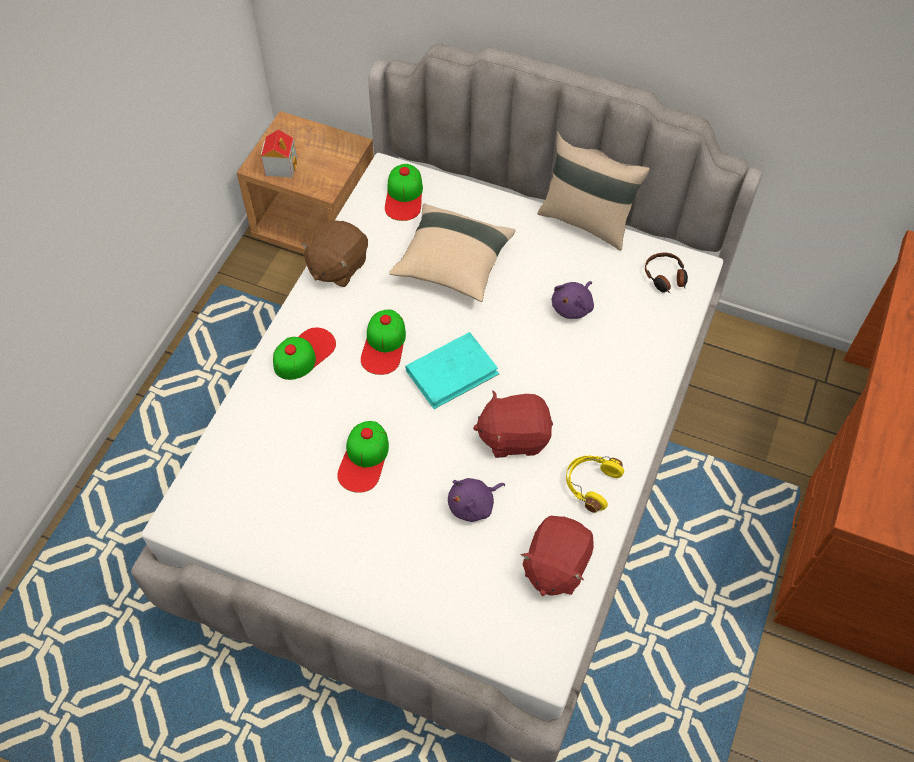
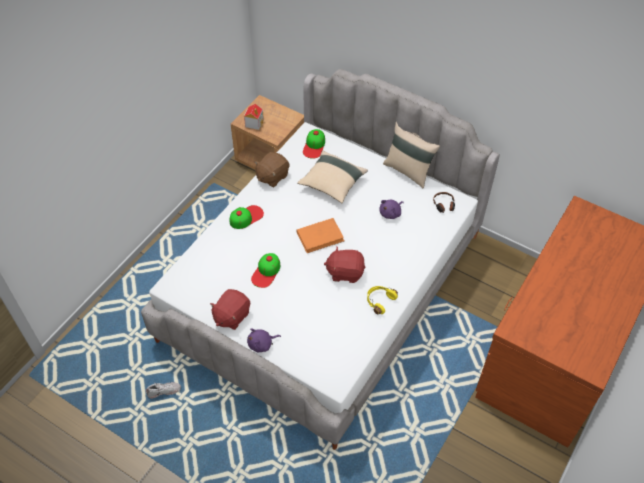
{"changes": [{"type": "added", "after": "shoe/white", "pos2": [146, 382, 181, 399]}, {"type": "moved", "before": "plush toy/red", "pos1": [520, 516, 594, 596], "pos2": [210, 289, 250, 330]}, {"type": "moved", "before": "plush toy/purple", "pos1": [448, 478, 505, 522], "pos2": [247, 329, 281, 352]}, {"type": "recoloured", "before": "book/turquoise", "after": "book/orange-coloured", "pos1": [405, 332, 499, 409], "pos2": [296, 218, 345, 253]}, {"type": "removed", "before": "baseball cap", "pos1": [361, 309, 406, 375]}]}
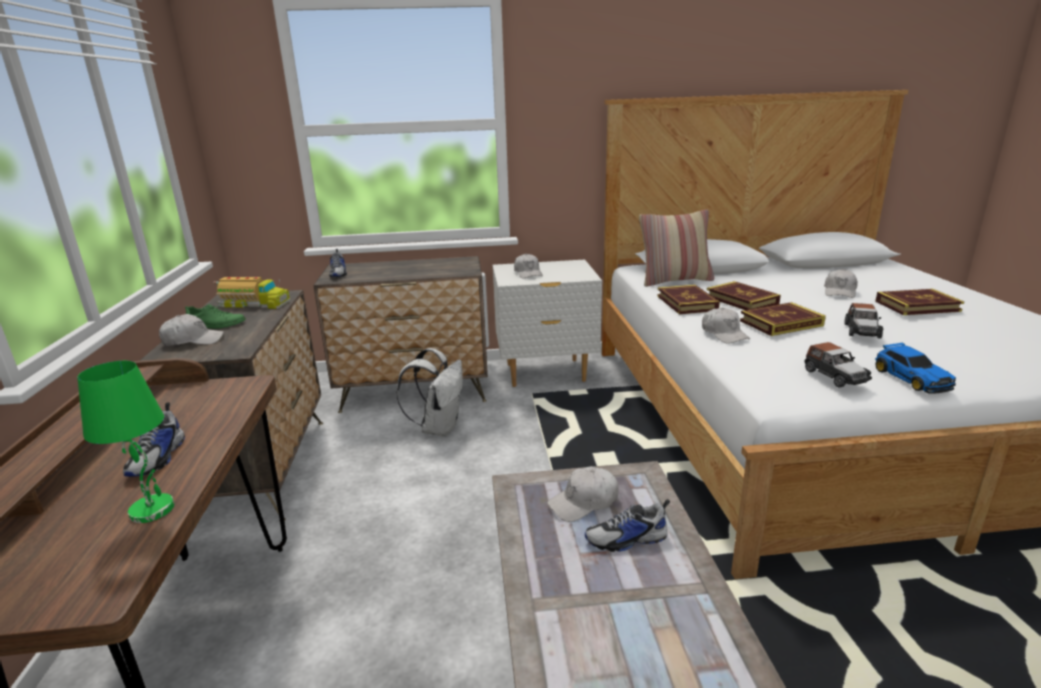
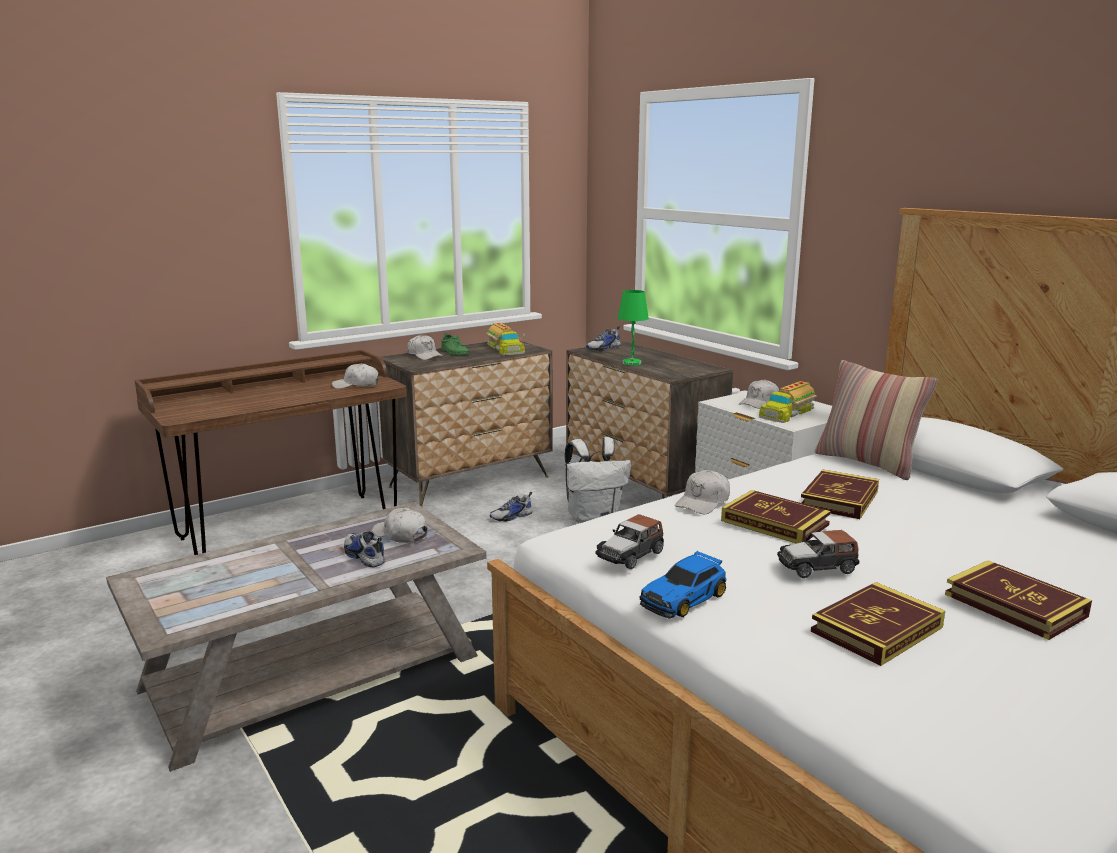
{"changes": [{"type": "moved", "before": "baseball cap/white", "pos1": [824, 269, 858, 298], "pos2": [332, 363, 378, 389]}, {"type": "moved", "before": "shoe", "pos1": [123, 402, 185, 477], "pos2": [490, 492, 533, 522]}, {"type": "moved", "before": "lamp for a table/green-coloured", "pos1": [77, 361, 174, 523], "pos2": [618, 290, 649, 366]}, {"type": "added", "after": "model truck", "pos2": [759, 381, 817, 423]}, {"type": "moved", "before": "book", "pos1": [657, 285, 720, 314], "pos2": [811, 582, 945, 666]}]}
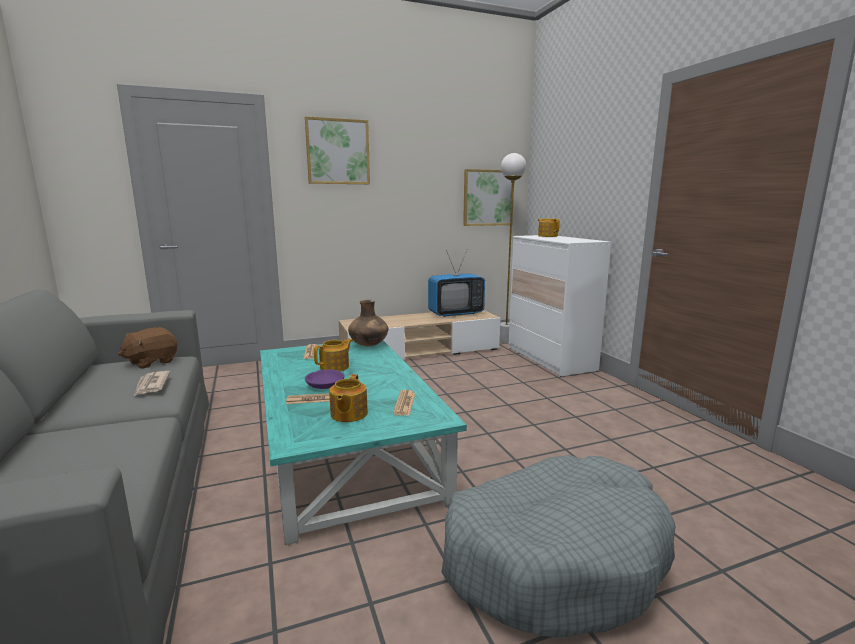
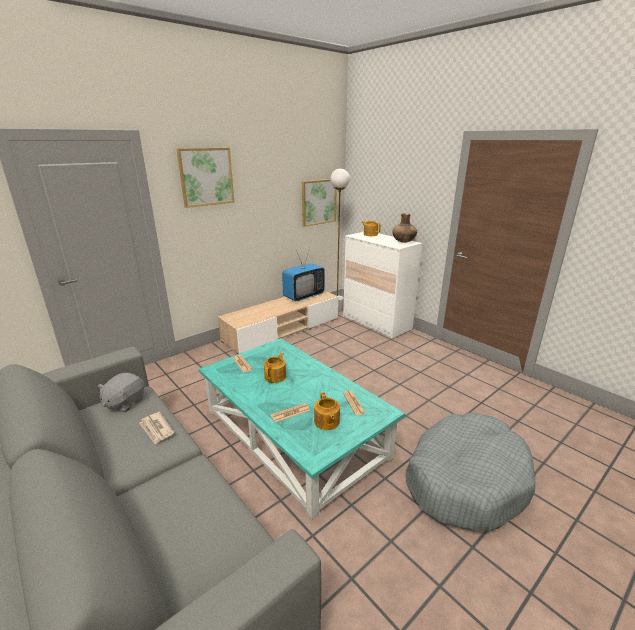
{"changes": [{"type": "recoloured", "before": "plush toy/brown", "after": "plush toy/greyish", "pos1": [118, 327, 177, 369], "pos2": [97, 373, 144, 412]}, {"type": "moved", "before": "flower vase/brown", "pos1": [348, 300, 388, 346], "pos2": [392, 213, 417, 243]}, {"type": "removed", "before": "bowl/purple", "pos1": [305, 370, 344, 389]}]}
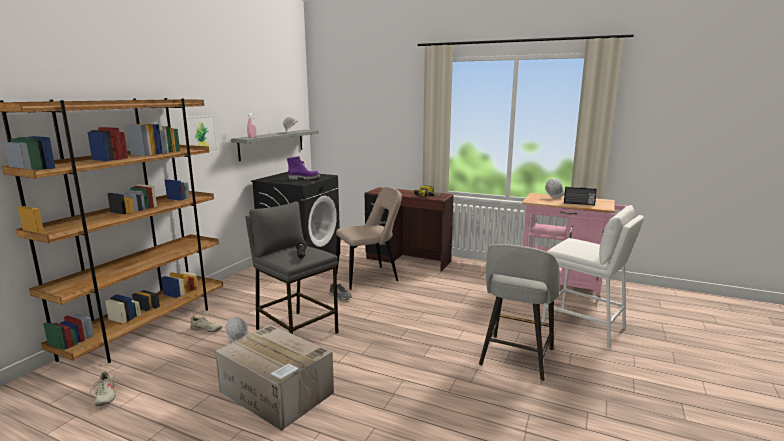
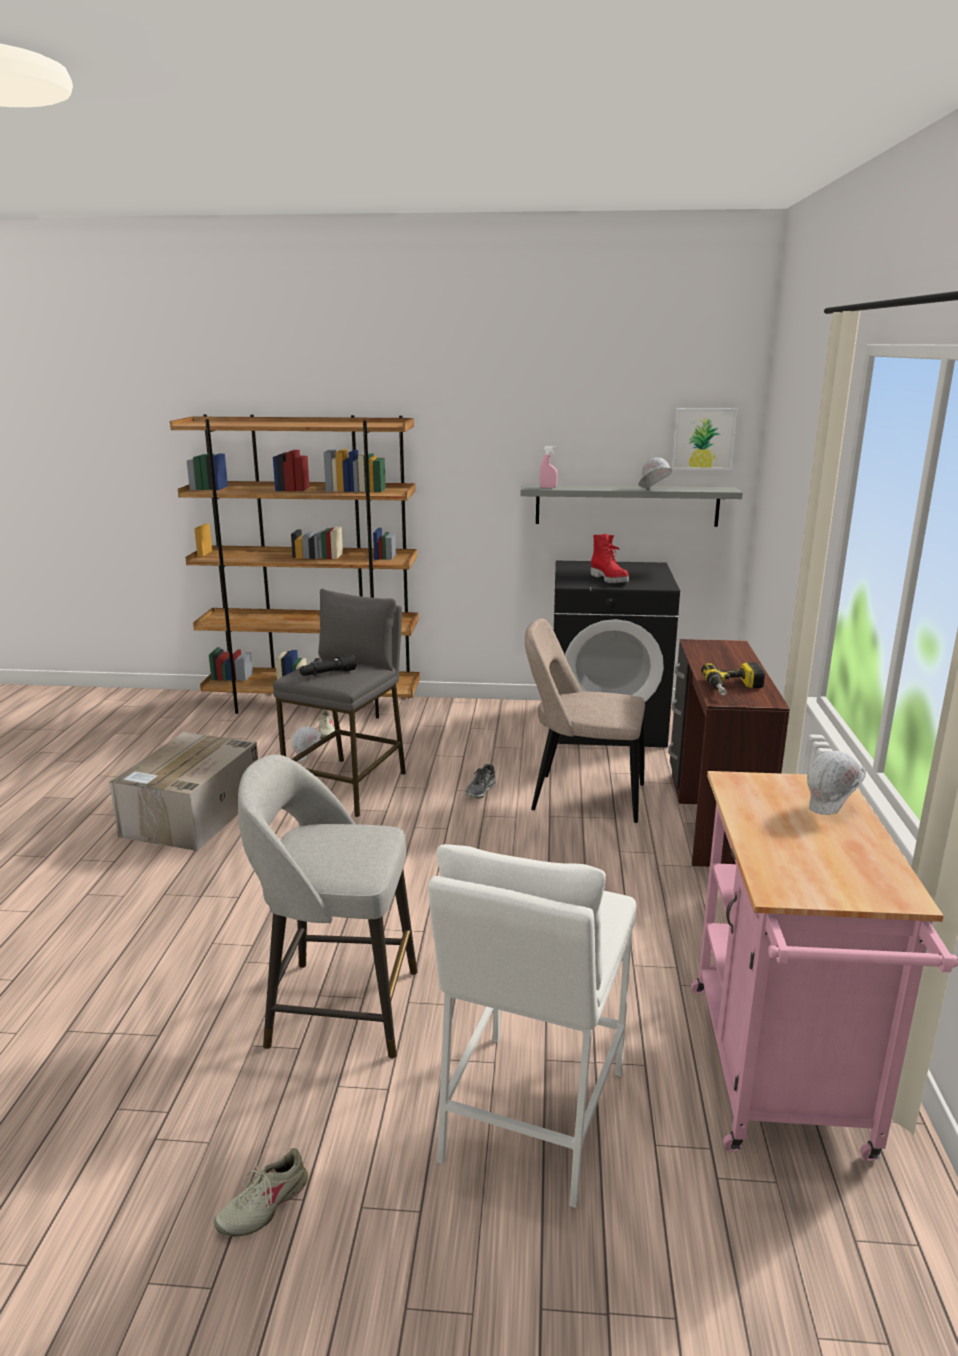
{"changes": [{"type": "moved", "before": "shoe/sand-coloured", "pos1": [88, 371, 118, 406], "pos2": [213, 1148, 308, 1237]}, {"type": "turned", "before": "plain chair/sand-coloured", "pos1": [336, 187, 402, 290], "pos2": [525, 619, 645, 823], "turn": 150}, {"type": "recoloured", "before": "high-top boot/purple", "after": "high-top boot/red", "pos1": [287, 156, 320, 180], "pos2": [591, 534, 629, 583]}, {"type": "moved", "before": "picture", "pos1": [183, 115, 218, 156], "pos2": [672, 408, 737, 470]}, {"type": "removed", "before": "radio", "pos1": [564, 186, 597, 205]}]}
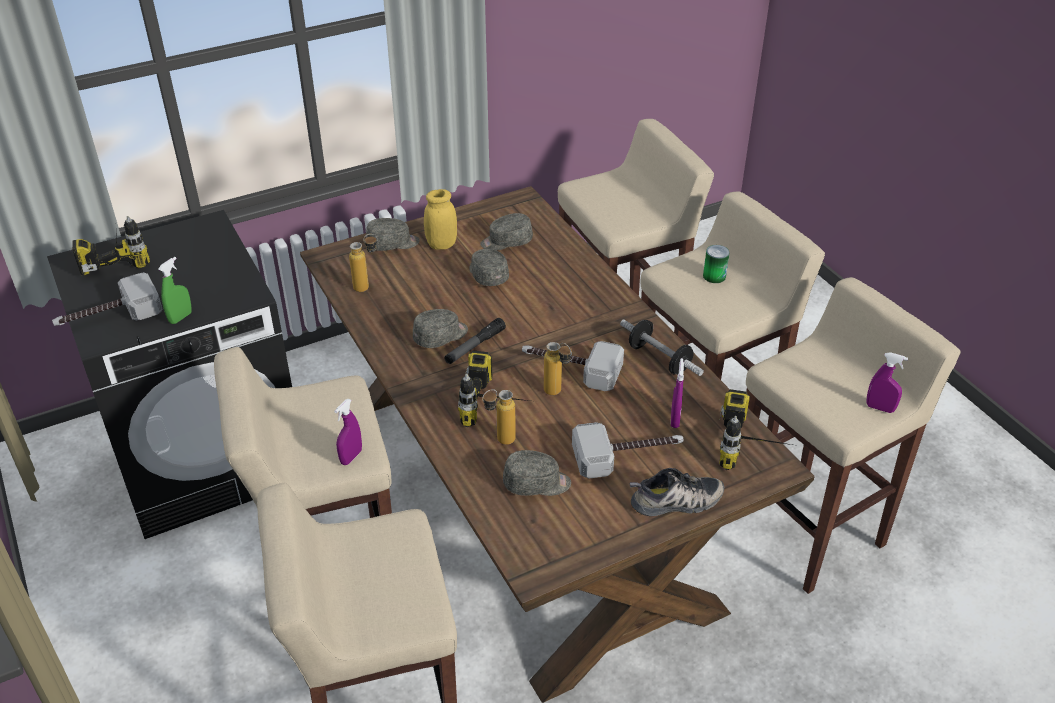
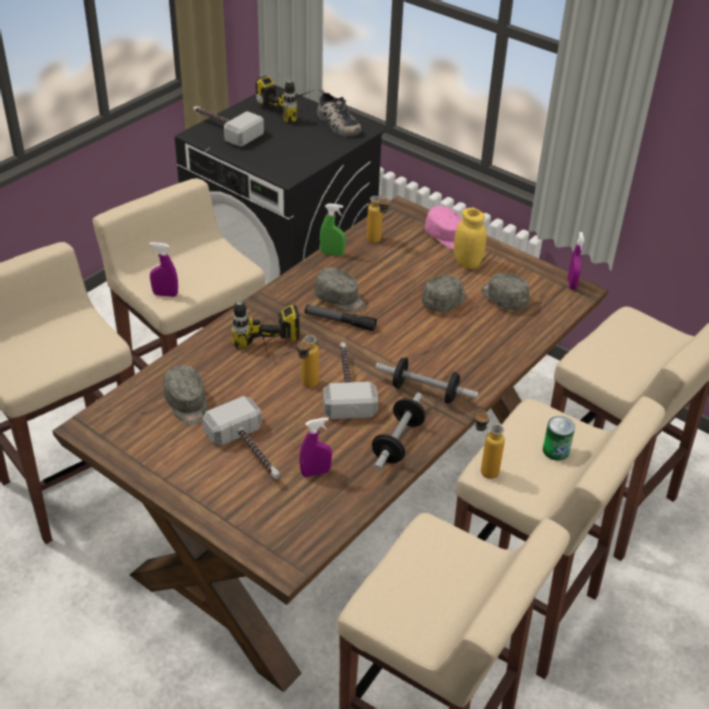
{"changes": [{"type": "moved", "before": "shoe", "pos1": [630, 468, 724, 516], "pos2": [317, 89, 361, 137]}, {"type": "moved", "before": "sprayer/green-coloured", "pos1": [158, 257, 192, 324], "pos2": [320, 203, 346, 256]}, {"type": "added", "after": "hand weight", "pos2": [375, 357, 478, 404]}, {"type": "recoloured", "before": "baseball cap/greyish", "after": "baseball cap/pinkish", "pos1": [366, 218, 420, 251], "pos2": [425, 206, 462, 250]}, {"type": "moved", "before": "beverage bottle", "pos1": [482, 389, 516, 445], "pos2": [475, 409, 505, 479]}, {"type": "moved", "before": "sprayer/purple", "pos1": [867, 352, 908, 413], "pos2": [568, 232, 584, 290]}, {"type": "removed", "before": "power drill", "pos1": [719, 389, 798, 470]}]}
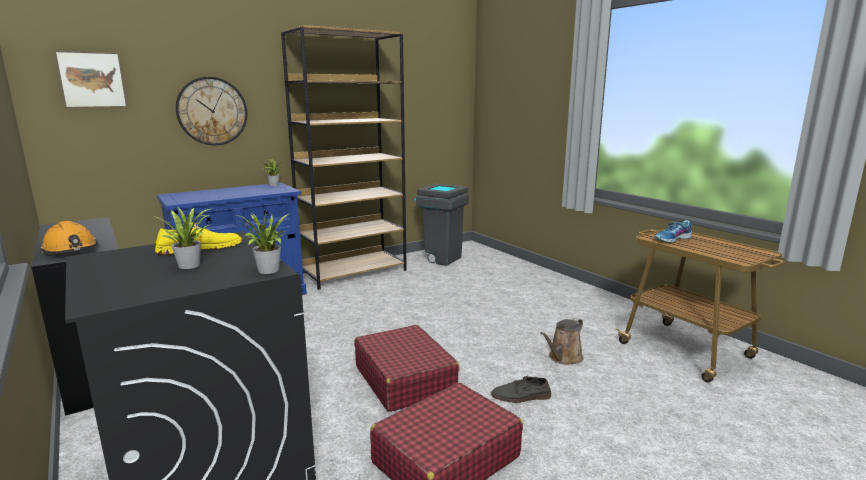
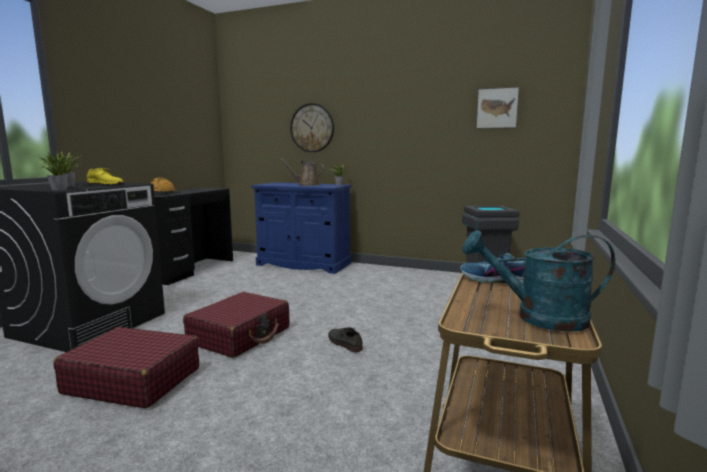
{"changes": [{"type": "moved", "before": "sprinkling can/brown", "pos1": [540, 318, 584, 365], "pos2": [280, 158, 325, 186]}, {"type": "moved", "before": "shoe/greyish", "pos1": [491, 375, 551, 403], "pos2": [328, 327, 363, 352]}, {"type": "added", "after": "sprinkling can/turquoise", "pos2": [462, 230, 615, 332]}, {"type": "moved", "before": "picture", "pos1": [55, 51, 127, 108], "pos2": [476, 86, 520, 129]}, {"type": "removed", "before": "bookshelf/brown", "pos1": [281, 25, 407, 290]}]}
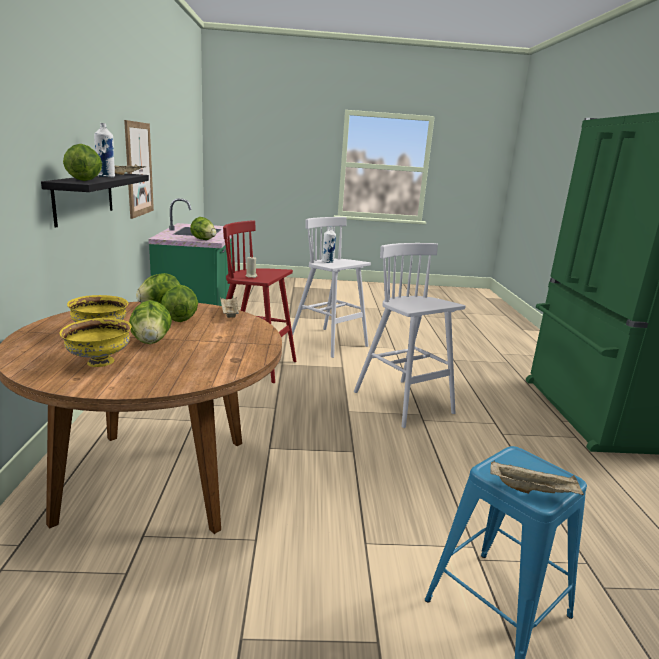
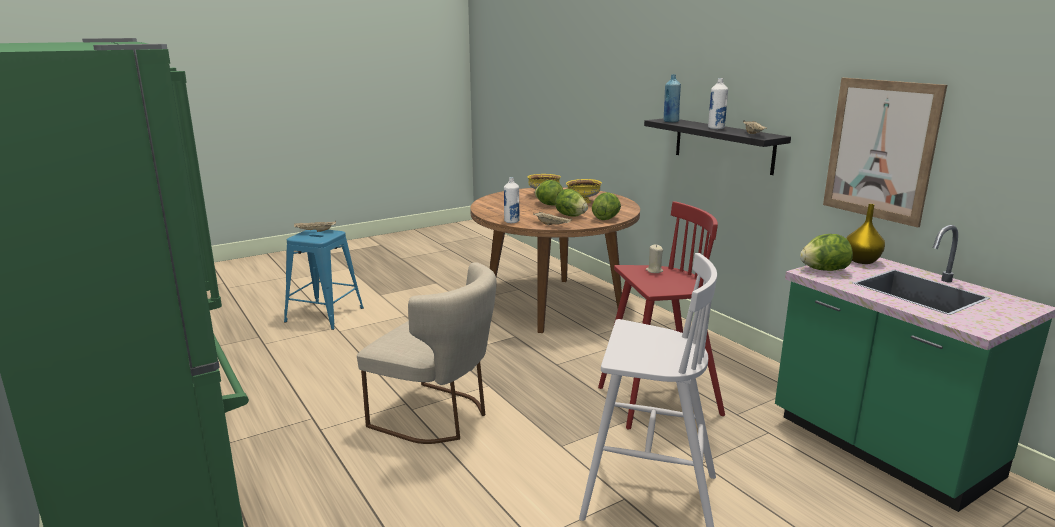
{"changes": [{"type": "replaced", "before": "stool seat/white", "after": "plain chair/sand-coloured", "pos1": [354, 243, 465, 428], "pos2": [357, 262, 497, 444]}, {"type": "moved", "before": "beverage bottle/white", "pos1": [322, 226, 336, 263], "pos2": [504, 177, 519, 223]}, {"type": "replaced", "before": "head of lettuce", "after": "beverage bottle/blue", "pos1": [63, 144, 102, 181], "pos2": [664, 74, 681, 122]}, {"type": "added", "after": "flower vase/yellow-coloured", "pos2": [846, 204, 885, 264]}]}
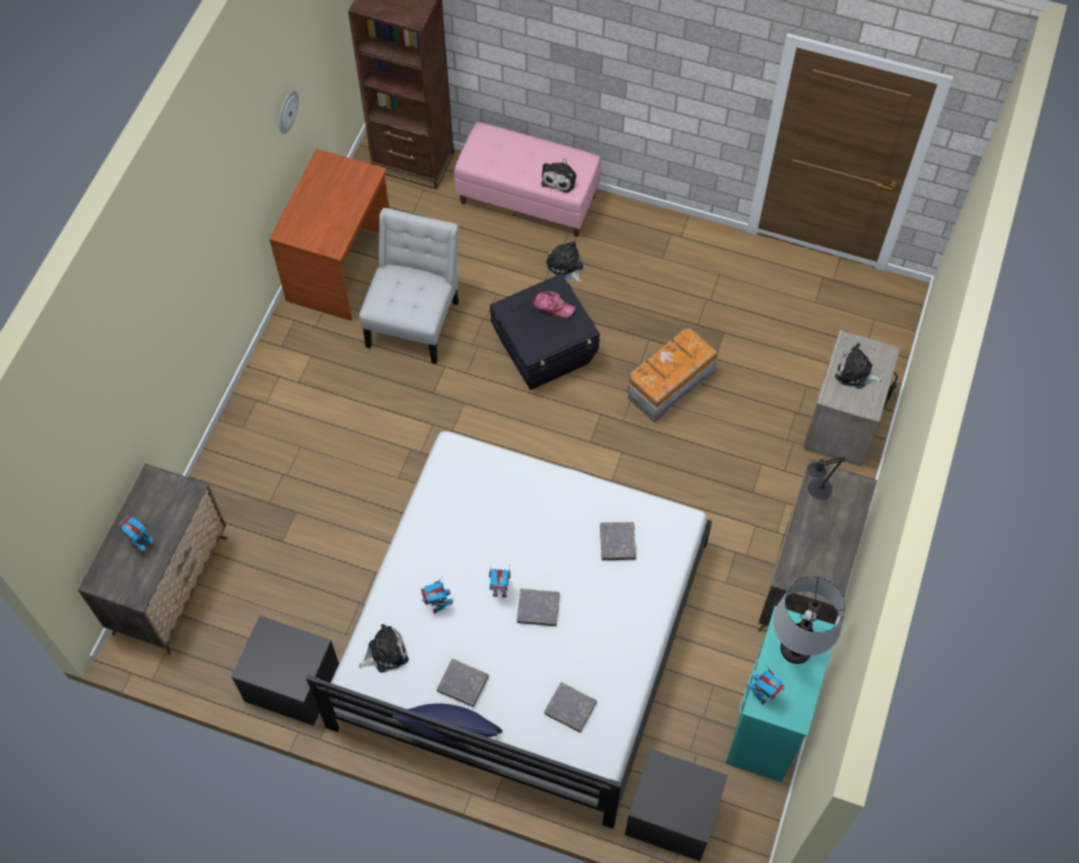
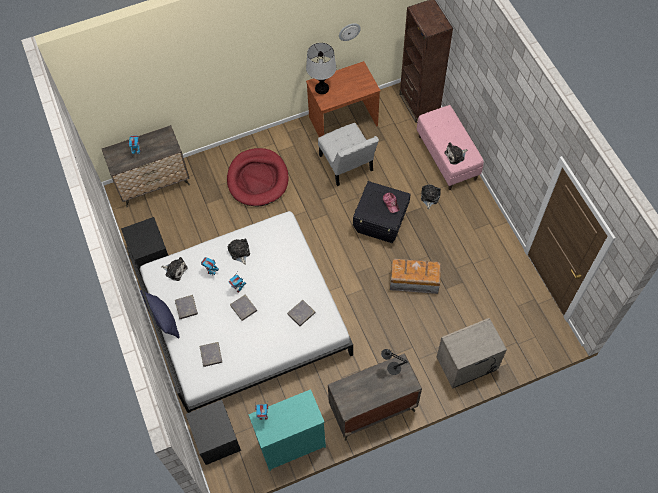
{"changes": [{"type": "added", "after": "pet bed/red", "pos2": [227, 148, 289, 207]}, {"type": "moved", "before": "plush toy", "pos1": [835, 343, 883, 389], "pos2": [227, 239, 250, 265]}, {"type": "moved", "before": "lamp for a table", "pos1": [773, 576, 846, 664], "pos2": [306, 43, 336, 94]}, {"type": "turned", "before": "plain chair/white", "pos1": [359, 208, 459, 364], "pos2": [318, 123, 379, 186], "turn": 90}]}
